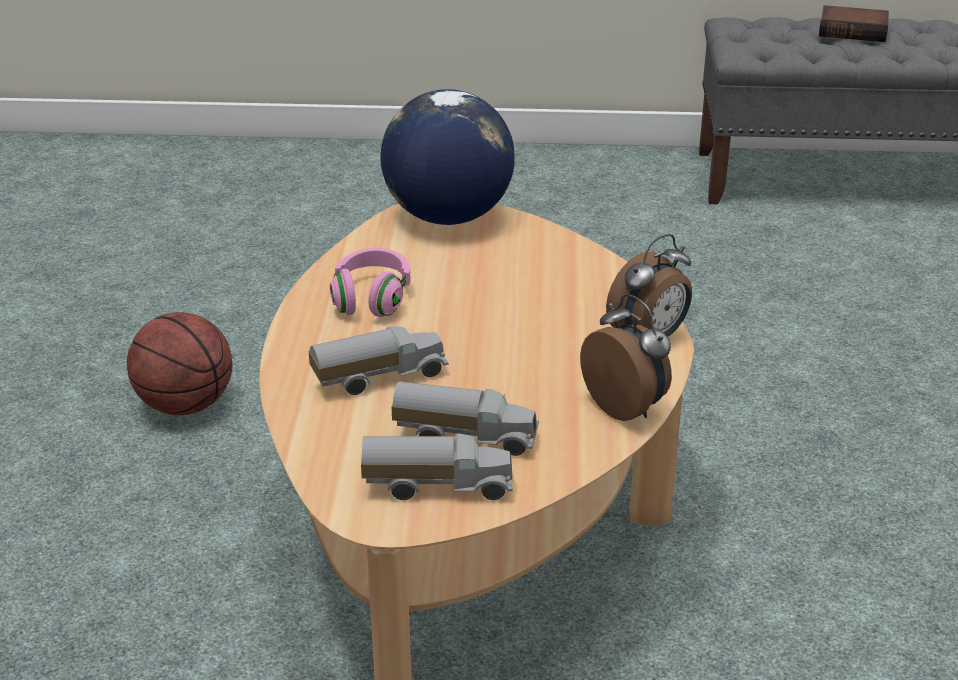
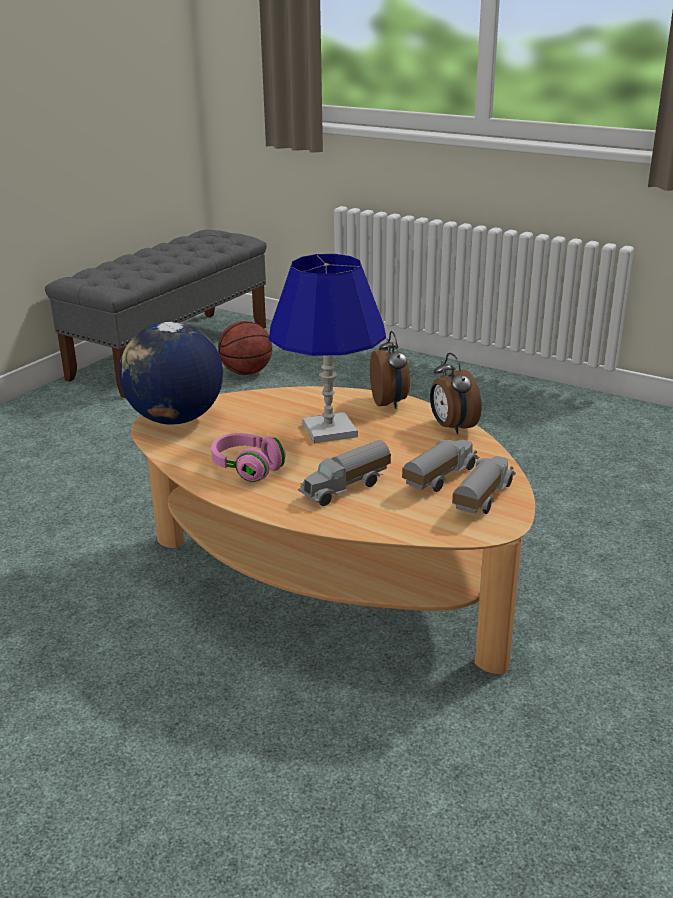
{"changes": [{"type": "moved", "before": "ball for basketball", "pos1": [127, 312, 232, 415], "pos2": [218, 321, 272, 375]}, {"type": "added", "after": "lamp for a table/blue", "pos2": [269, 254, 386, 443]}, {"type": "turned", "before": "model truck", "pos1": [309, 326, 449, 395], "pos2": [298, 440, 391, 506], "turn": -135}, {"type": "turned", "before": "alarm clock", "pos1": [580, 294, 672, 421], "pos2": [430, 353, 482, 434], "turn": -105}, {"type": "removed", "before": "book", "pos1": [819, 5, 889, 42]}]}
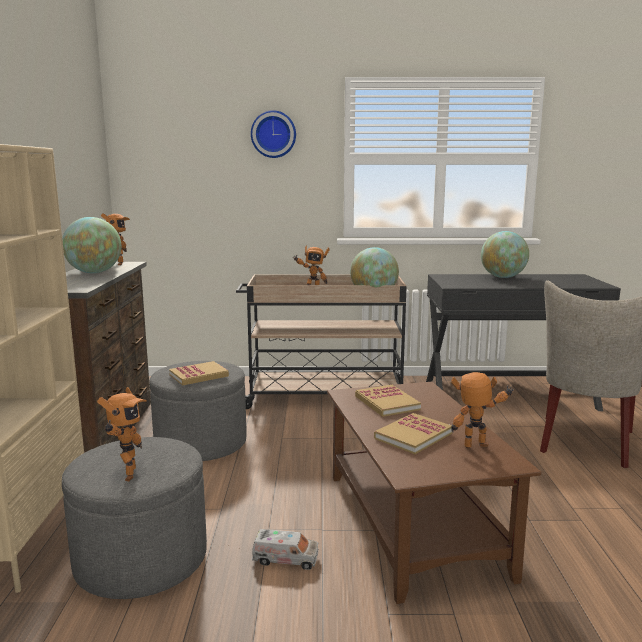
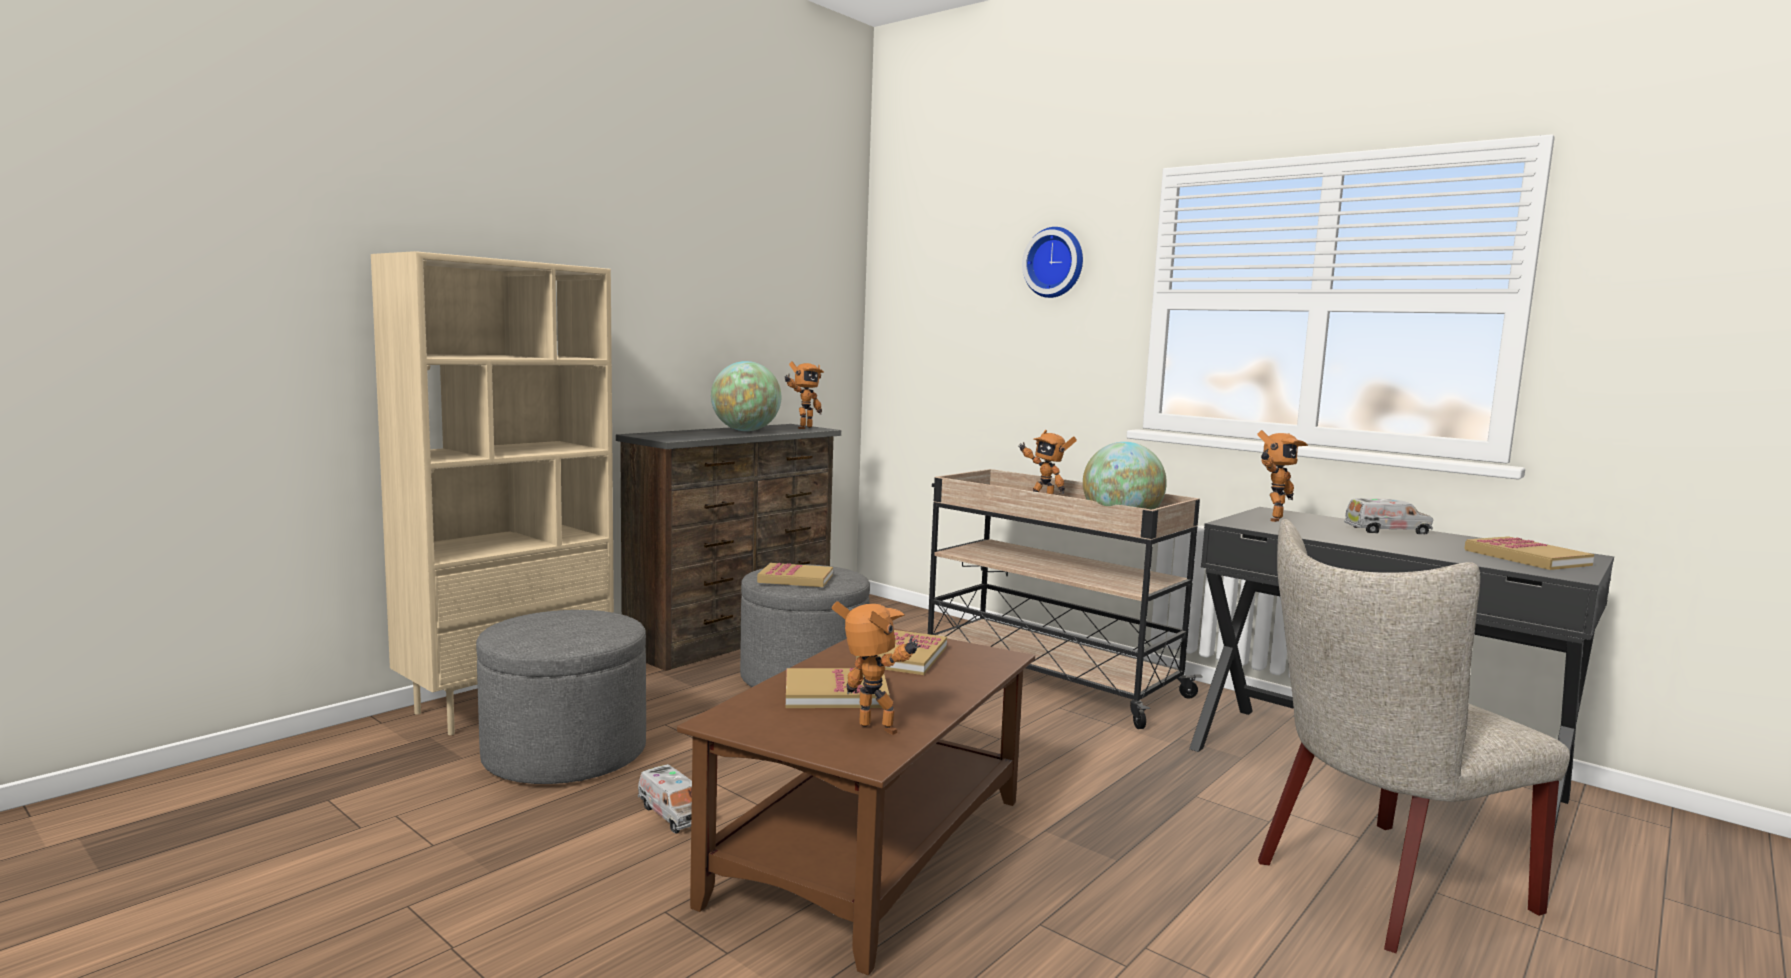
{"changes": [{"type": "moved", "before": "robot figure", "pos1": [97, 387, 147, 481], "pos2": [1257, 430, 1308, 522]}, {"type": "replaced", "before": "world globe", "after": "model truck", "pos1": [481, 231, 529, 278], "pos2": [1344, 498, 1433, 534]}, {"type": "added", "after": "book", "pos2": [1464, 536, 1594, 570]}]}
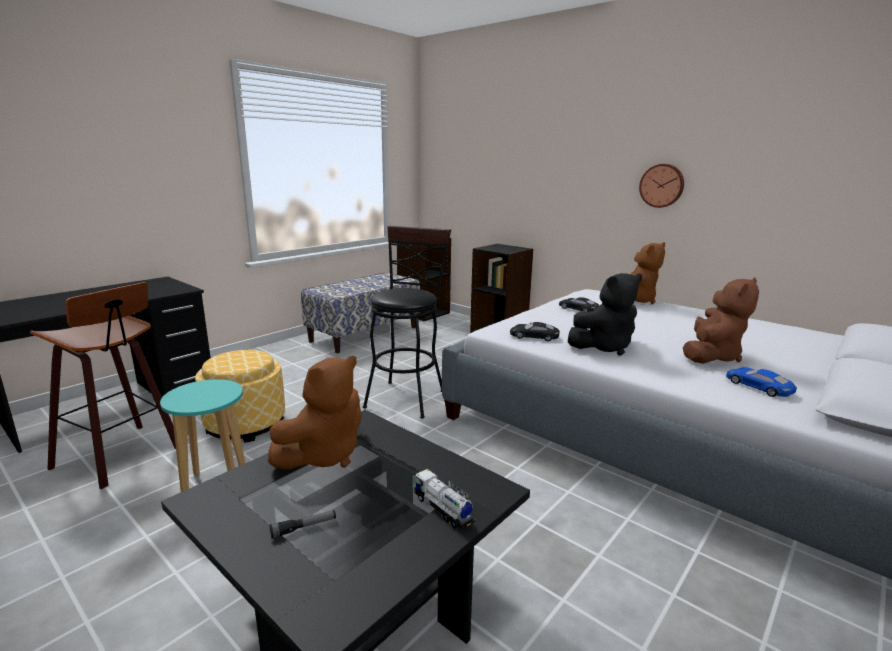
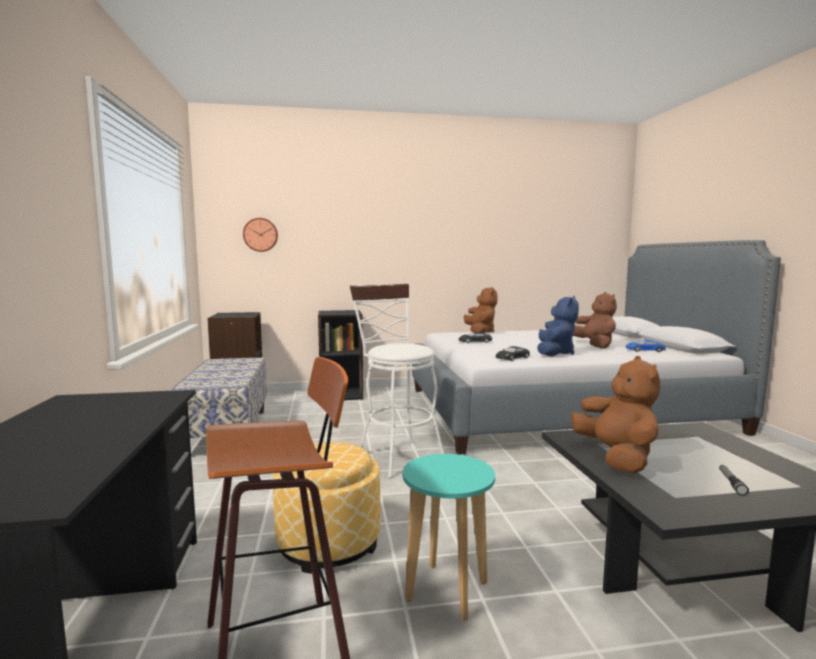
{"changes": [{"type": "moved", "before": "hanging clock", "pos1": [639, 164, 684, 208], "pos2": [243, 218, 278, 252]}, {"type": "recoloured", "before": "stool seat/black-coloured", "after": "stool seat/white", "pos1": [363, 226, 451, 418], "pos2": [350, 284, 444, 478]}, {"type": "recoloured", "before": "plush toy/black-coloured", "after": "plush toy/blue", "pos1": [568, 273, 642, 356], "pos2": [537, 296, 579, 356]}, {"type": "removed", "before": "model truck", "pos1": [414, 469, 476, 529]}]}
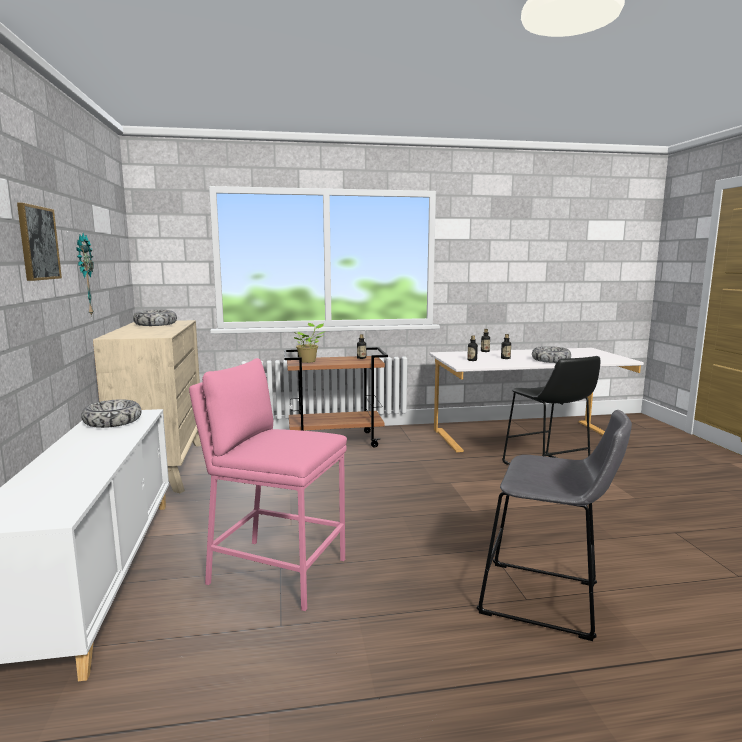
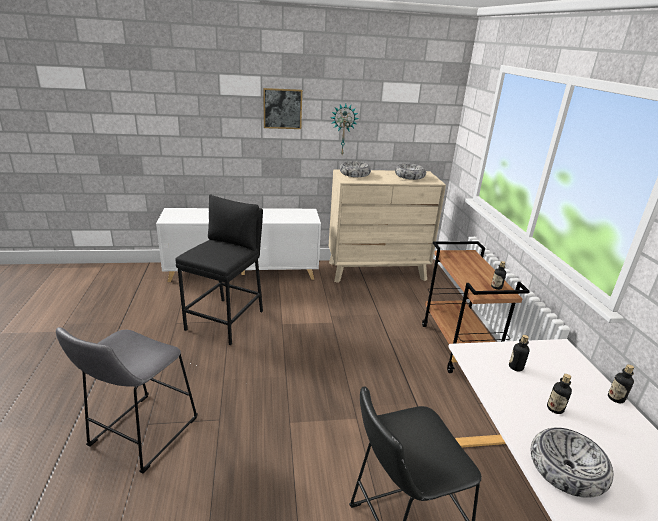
{"changes": [{"type": "recoloured", "before": "stool seat/pinkish", "after": "stool seat/black-coloured", "pos1": [189, 358, 347, 611], "pos2": [175, 195, 263, 345]}, {"type": "moved", "before": "bowl", "pos1": [81, 399, 141, 428], "pos2": [340, 161, 371, 177]}, {"type": "removed", "before": "potted plant", "pos1": [293, 323, 326, 363]}]}
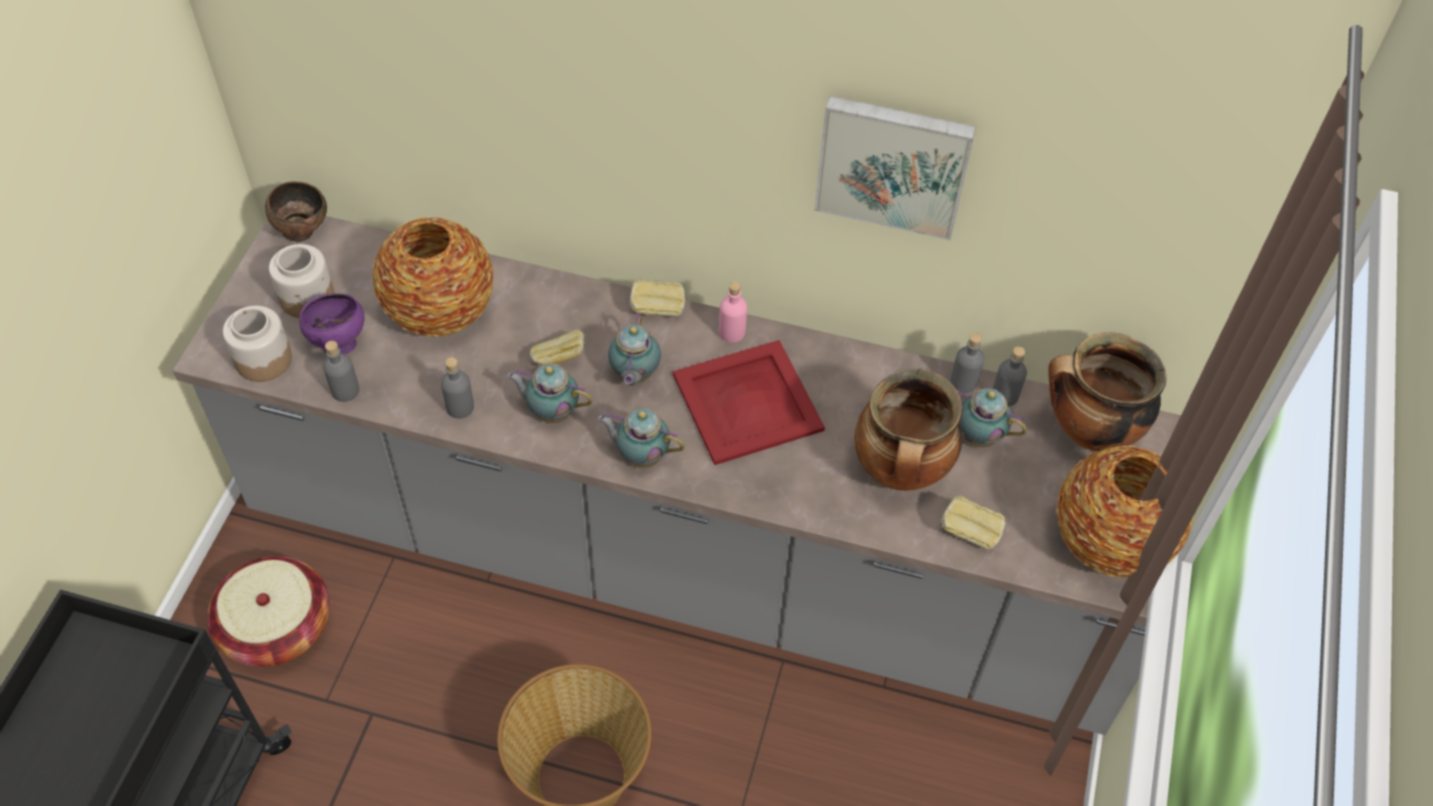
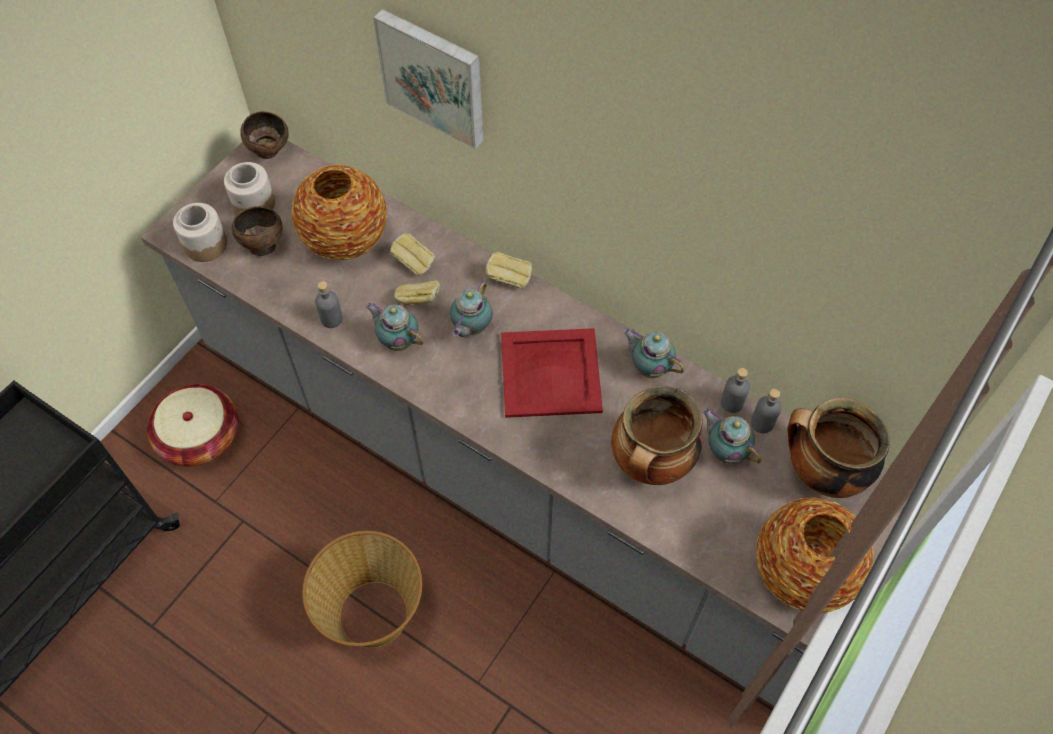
{"changes": [{"type": "recoloured", "before": "bowl/purple", "after": "bowl/brown", "pos1": [299, 293, 365, 355], "pos2": [232, 206, 283, 256]}, {"type": "moved", "before": "picture", "pos1": [814, 96, 976, 240], "pos2": [373, 9, 483, 149]}, {"type": "moved", "before": "baked bread", "pos1": [941, 495, 1006, 550], "pos2": [390, 233, 435, 276]}, {"type": "moved", "before": "teapot", "pos1": [598, 408, 685, 468], "pos2": [623, 328, 684, 378]}, {"type": "removed", "before": "beverage bottle/greyish", "pos1": [323, 341, 360, 402]}, {"type": "removed", "before": "beverage bottle/pinkish", "pos1": [719, 282, 747, 343]}]}
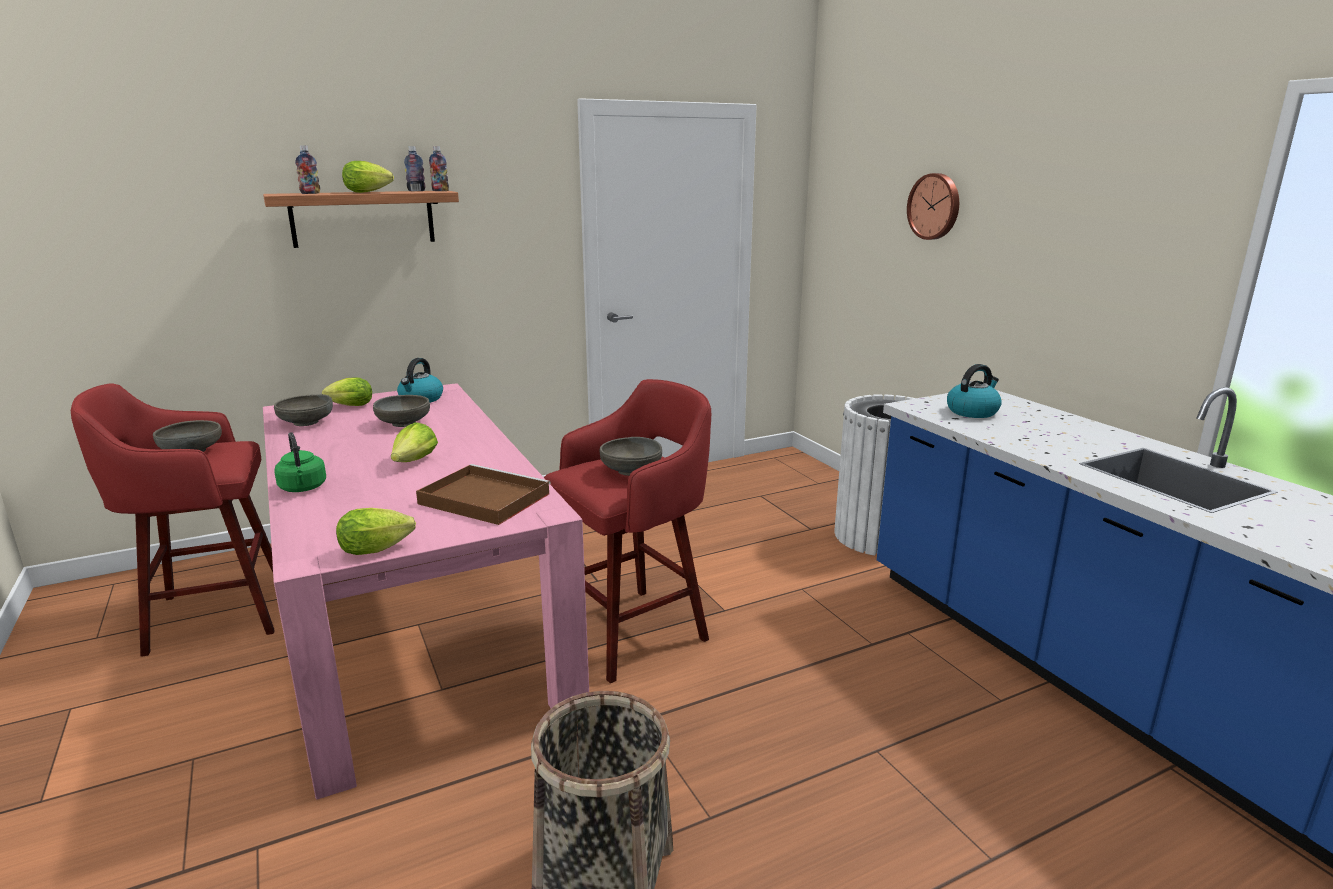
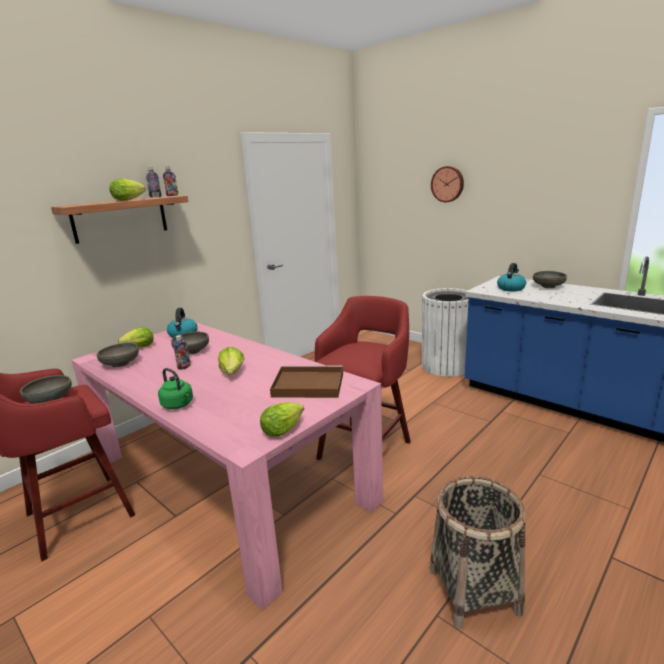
{"changes": [{"type": "moved", "before": "beverage bottle", "pos1": [295, 145, 320, 194], "pos2": [174, 335, 191, 370]}, {"type": "moved", "before": "bowl/greyish", "pos1": [600, 437, 662, 476], "pos2": [533, 271, 567, 288]}]}
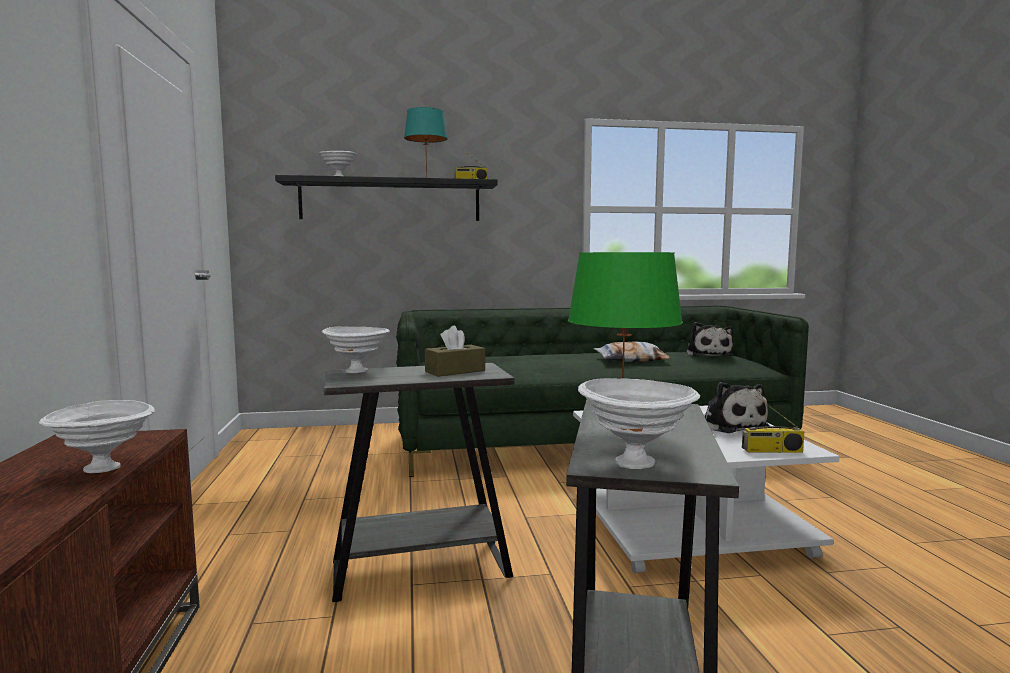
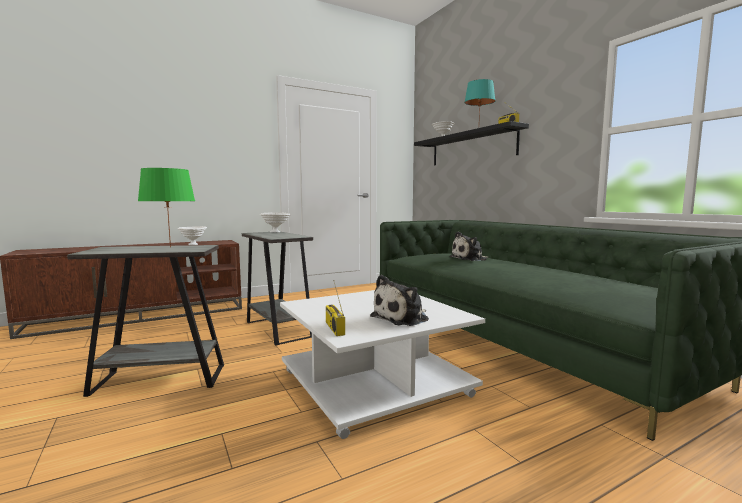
{"changes": [{"type": "moved", "before": "plush toy", "pos1": [686, 322, 734, 357], "pos2": [450, 231, 489, 261]}, {"type": "removed", "before": "box of tissues/brown", "pos1": [425, 326, 485, 377]}, {"type": "removed", "before": "bowl/white", "pos1": [578, 378, 700, 469]}, {"type": "removed", "before": "cushion", "pos1": [594, 341, 671, 362]}]}
